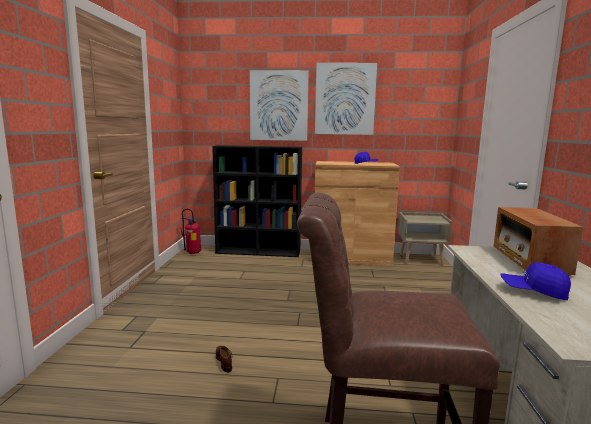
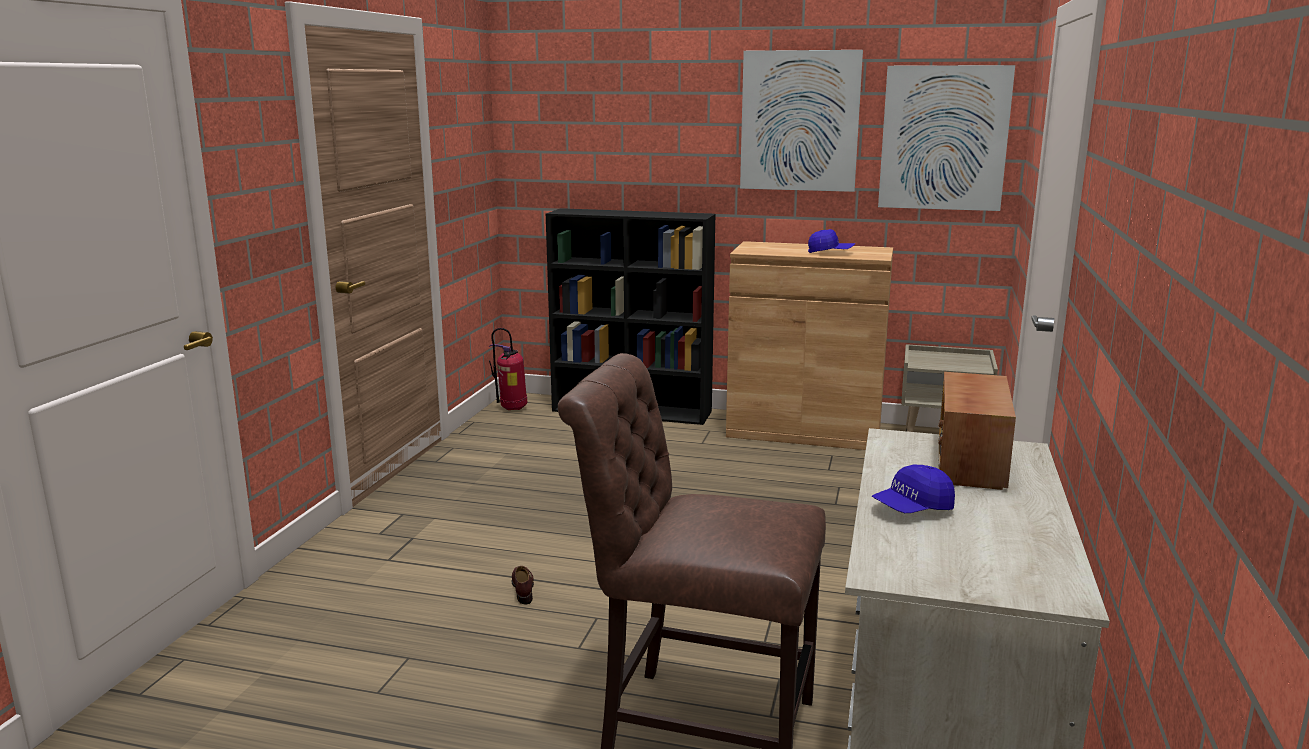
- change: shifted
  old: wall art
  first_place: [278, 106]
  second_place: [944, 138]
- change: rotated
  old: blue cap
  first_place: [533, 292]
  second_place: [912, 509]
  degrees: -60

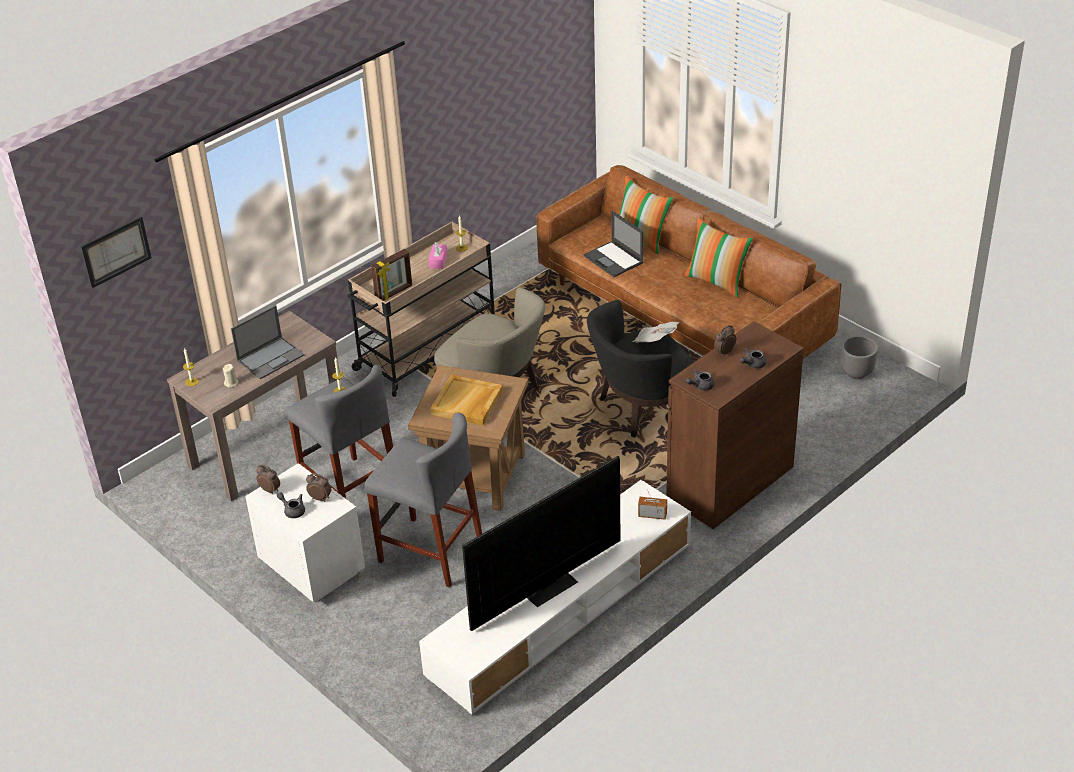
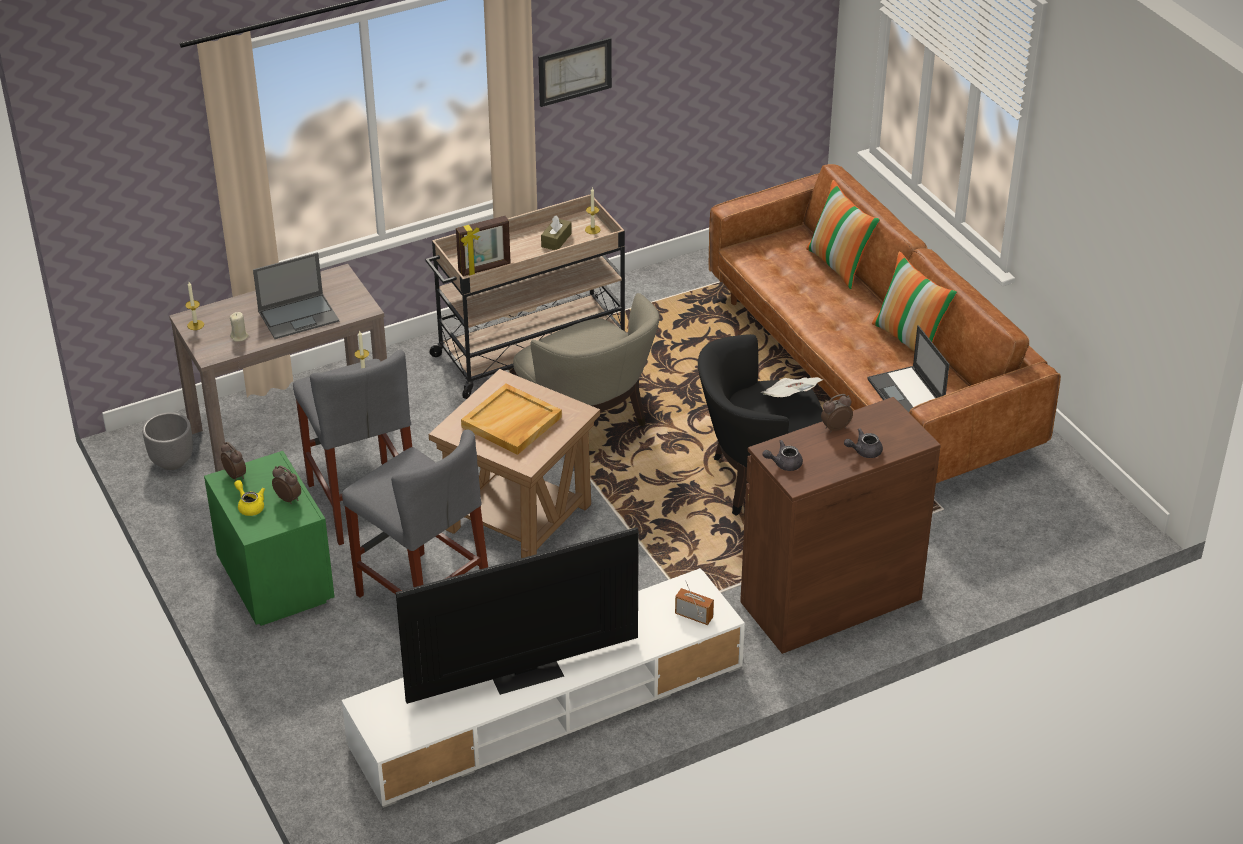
- change: shifted
  old: wall art
  first_place: [115, 251]
  second_place: [574, 71]
- change: shifted
  old: laptop
  first_place: [614, 260]
  second_place: [906, 393]
- change: shifted
  old: grey plant pot
  first_place: [857, 373]
  second_place: [173, 462]
- change: repainted
  old: white-coloured nightstand
  new: greenish nightstand
  first_place: [312, 567]
  second_place: [277, 583]
- change: repainted
  old: grey teapot
  new: yellowish teapot
  first_place: [292, 510]
  second_place: [250, 506]
- change: repainted
  old: pink-coloured box of tissues
  new: brownish box of tissues
  first_place: [438, 261]
  second_place: [556, 240]

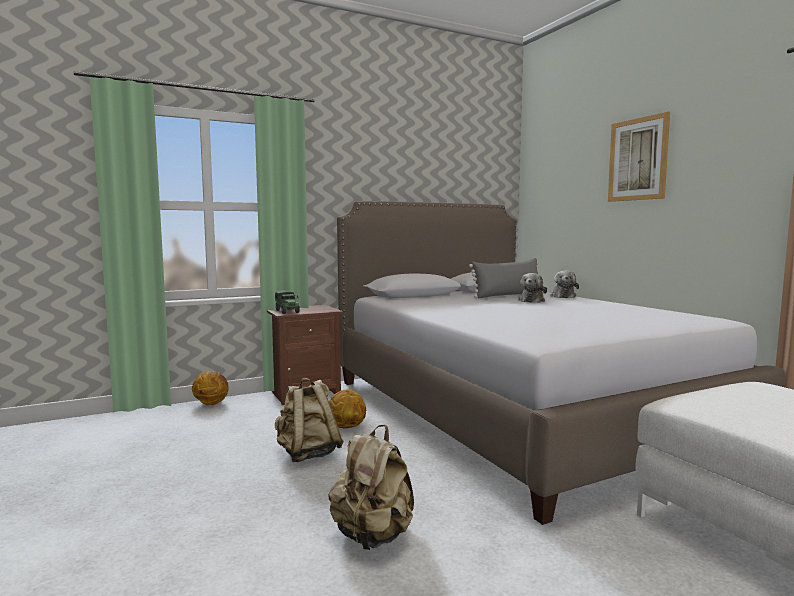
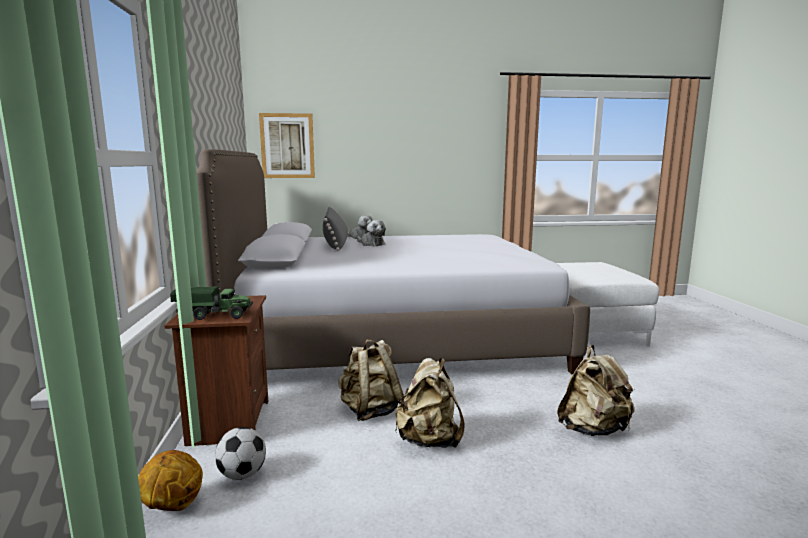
- change: new
  new: football ball
  second_place: [242, 475]
- change: shifted
  old: wall art
  first_place: [637, 159]
  second_place: [287, 146]
- change: swapped
  old: basketball ball
  new: beige rucksack
  first_place: [346, 427]
  second_place: [370, 411]

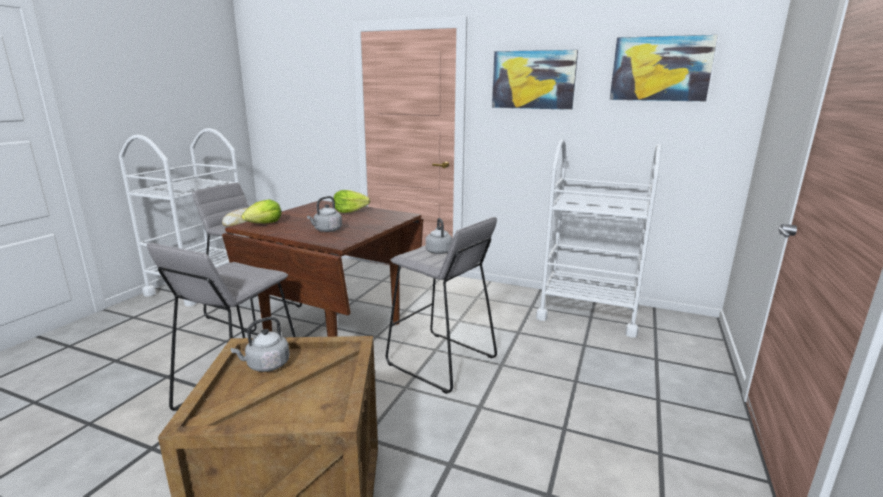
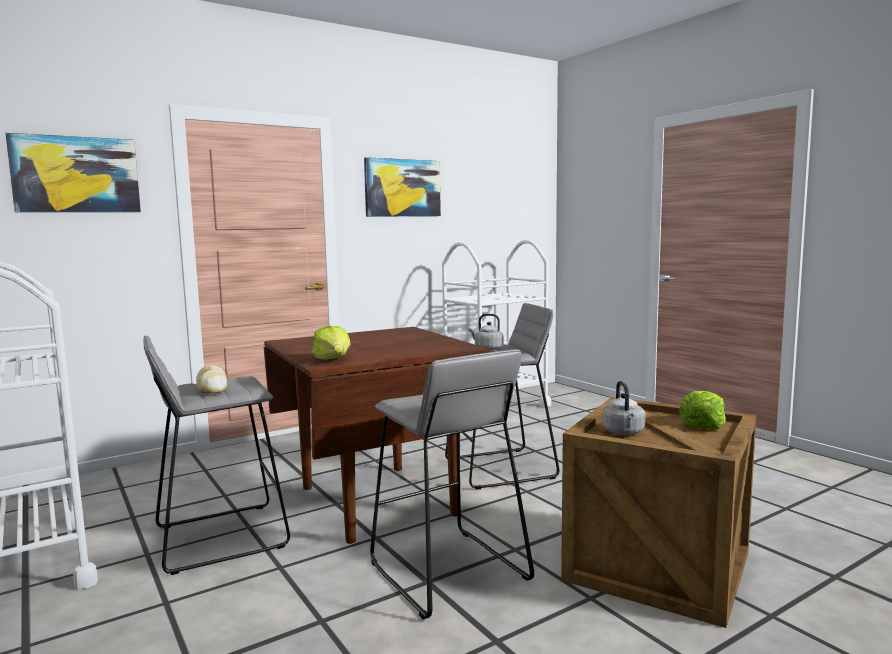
- change: gone
  old: grey kettle
  first_place: [327, 230]
- change: shifted
  old: head of lettuce
  first_place: [350, 211]
  second_place: [702, 425]
- change: shifted
  old: wall art
  first_place: [660, 69]
  second_place: [76, 175]

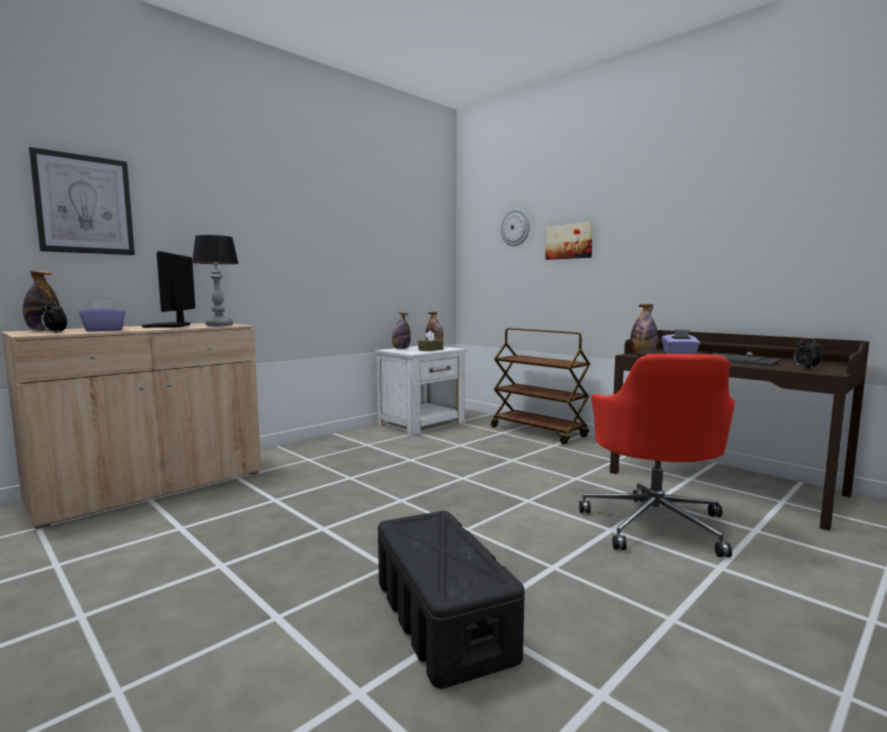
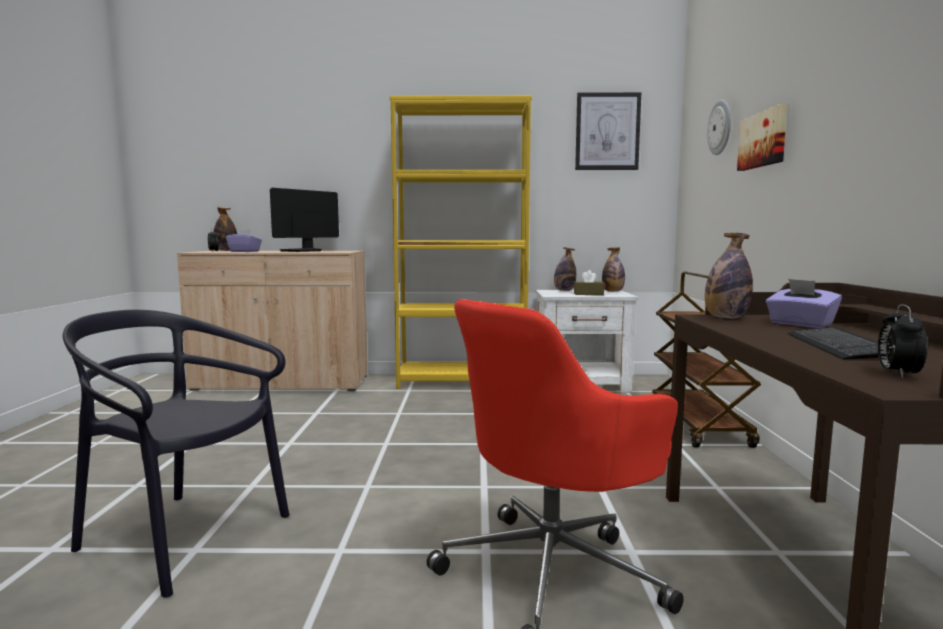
- change: gone
  old: table lamp
  first_place: [219, 325]
- change: new
  new: yellowish shelving unit
  second_place: [462, 382]
- change: shifted
  old: wall art
  first_place: [84, 204]
  second_place: [607, 131]
- change: swapped
  old: black storage bin
  new: black upright chair
  first_place: [442, 618]
  second_place: [183, 537]

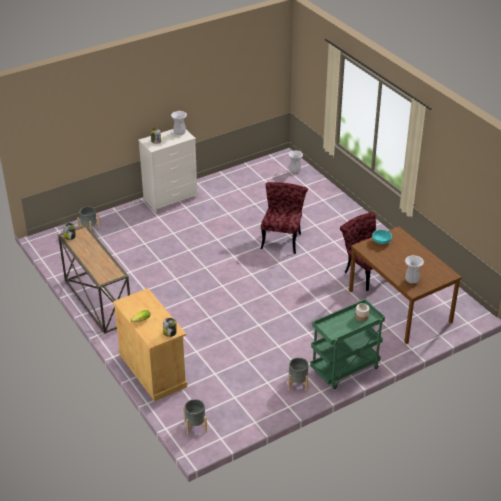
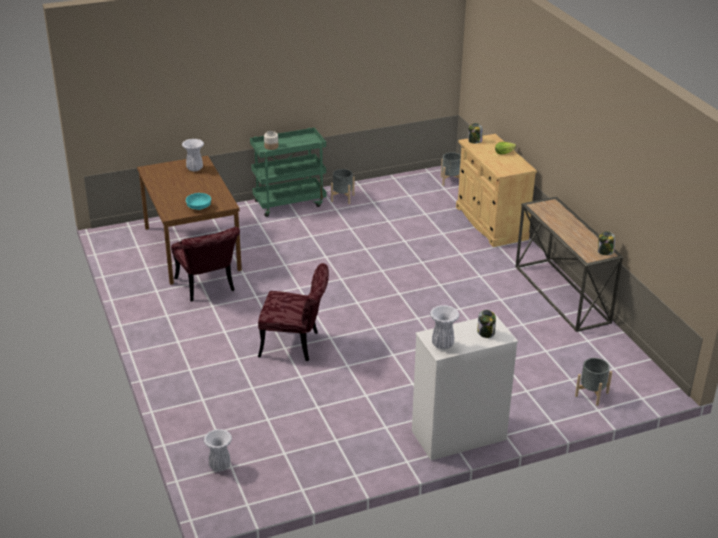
- change: rotated
  old: reddish upright chair
  first_place: [282, 238]
  second_place: [296, 345]
  degrees: -105

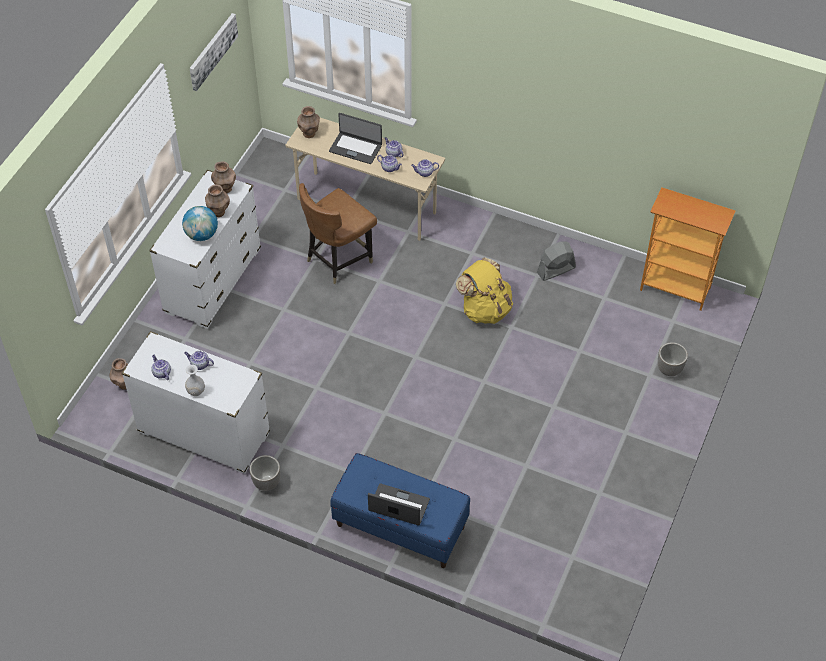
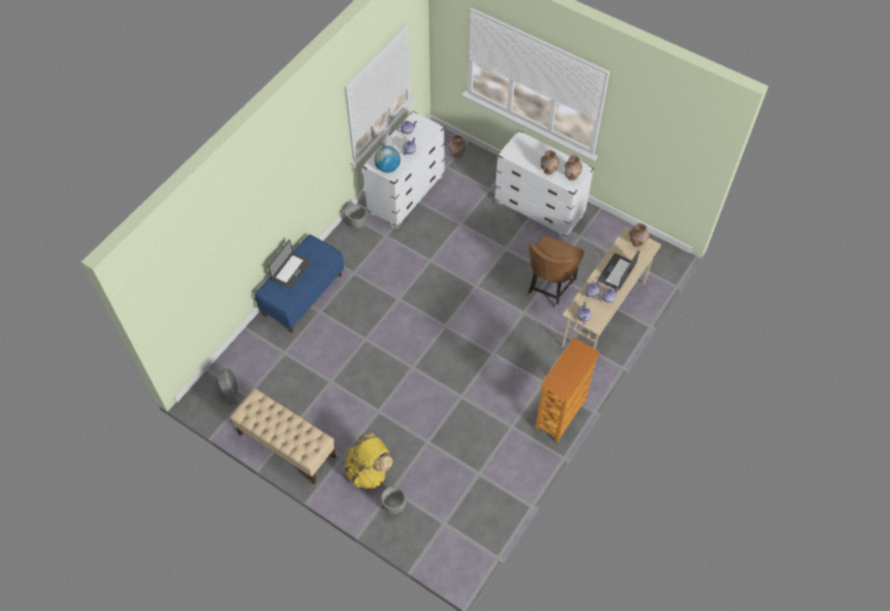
- change: gone
  old: wall art
  first_place: [212, 51]
- change: new
  new: beige long seat
  second_place: [286, 445]
- change: shifted
  old: world globe
  first_place: [202, 235]
  second_place: [387, 167]
- change: shifted
  old: yellowish rucksack
  first_place: [485, 309]
  second_place: [368, 471]
- change: shifted
  old: grey electric fan
  first_place: [555, 270]
  second_place: [230, 391]
- change: shifted
  old: shelving unit
  first_place: [675, 288]
  second_place: [560, 416]
- change: rotated
  old: brownish upright chair
  first_place: [338, 259]
  second_place: [549, 288]
  degrees: -120

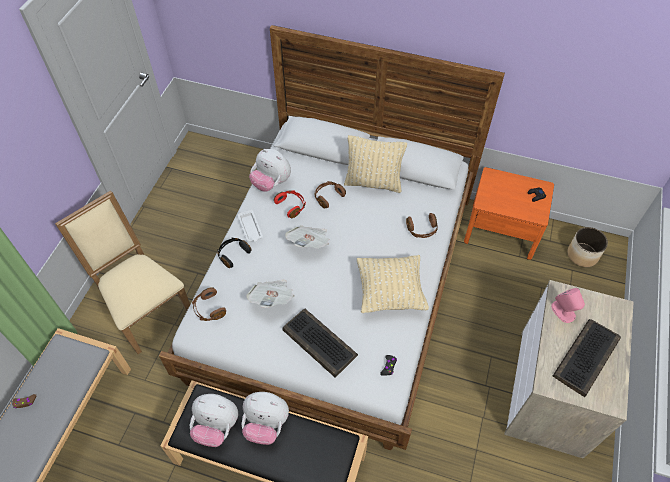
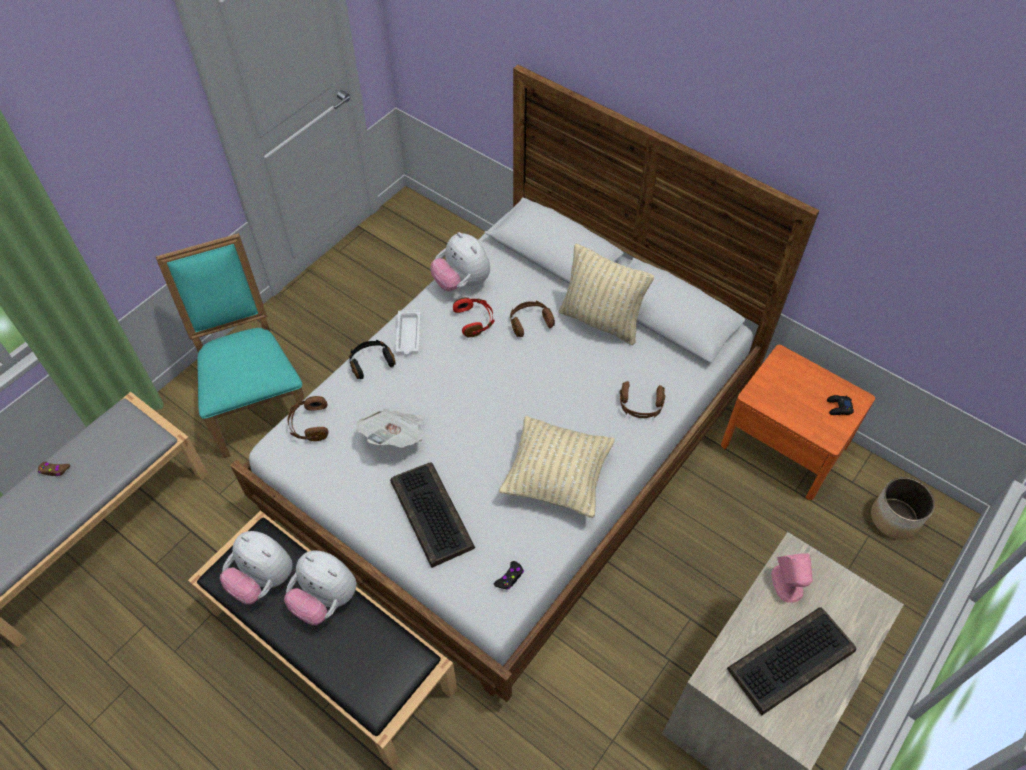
- change: gone
  old: printed paper
  first_place: [309, 243]
- change: repainted
  old: beige upright chair
  new: blue-green upright chair
  first_place: [145, 308]
  second_place: [257, 402]

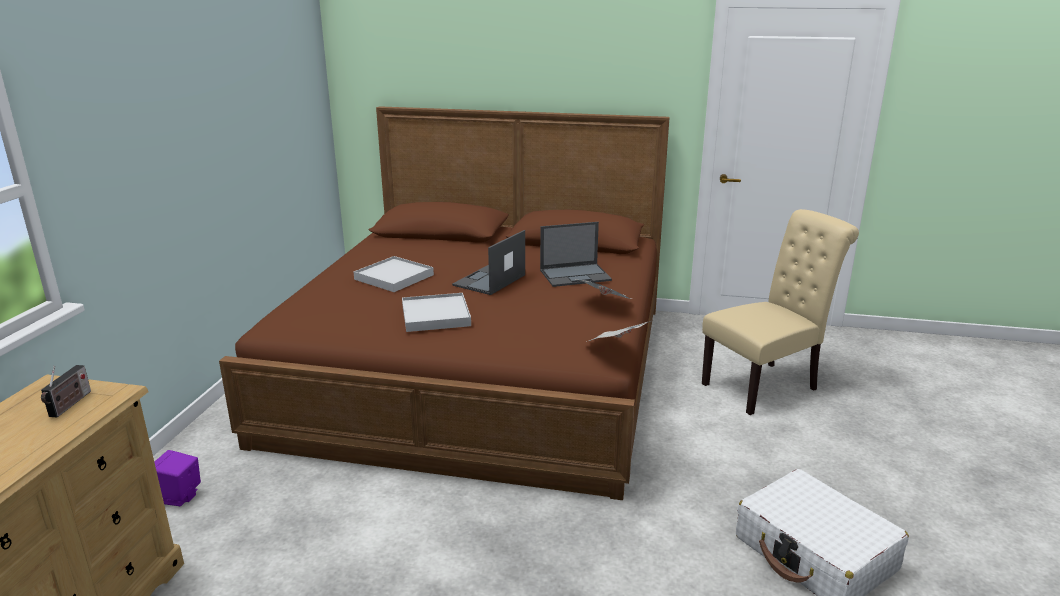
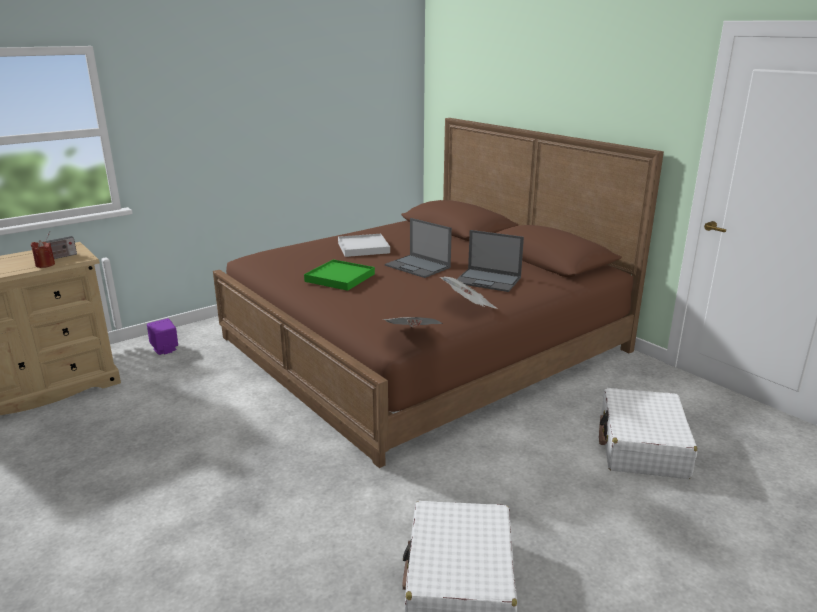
- change: new
  new: reddish wax light
  second_place: [45, 265]
- change: swapped
  old: beige upright chair
  new: white-coloured suitcase
  first_place: [765, 385]
  second_place: [642, 446]
- change: repainted
  old: white-coloured carrying tray
  new: greenish carrying tray
  first_place: [436, 315]
  second_place: [340, 278]
- change: rotated
  old: laptop
  first_place: [489, 280]
  second_place: [418, 266]
  degrees: -120

